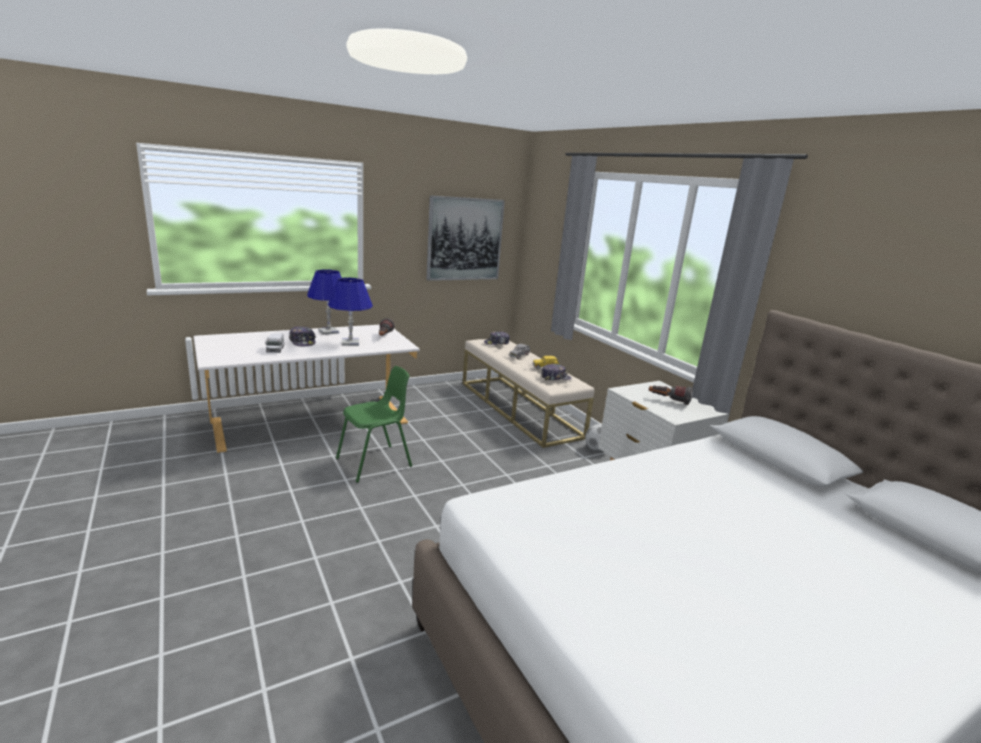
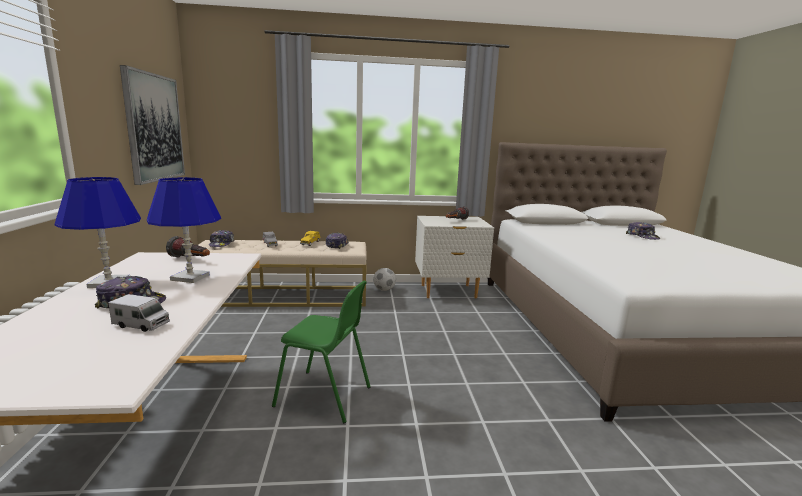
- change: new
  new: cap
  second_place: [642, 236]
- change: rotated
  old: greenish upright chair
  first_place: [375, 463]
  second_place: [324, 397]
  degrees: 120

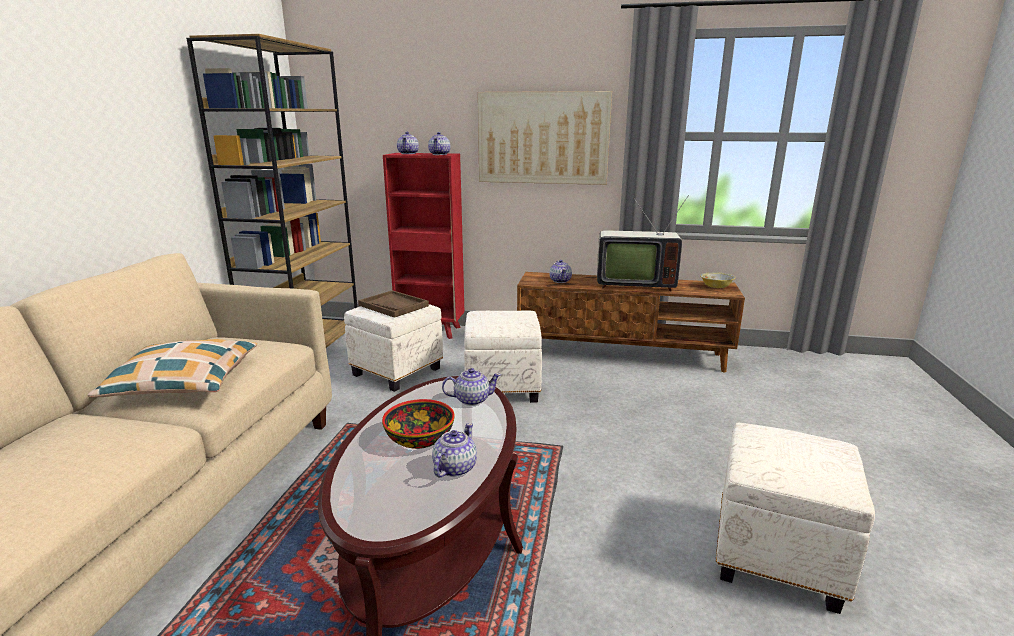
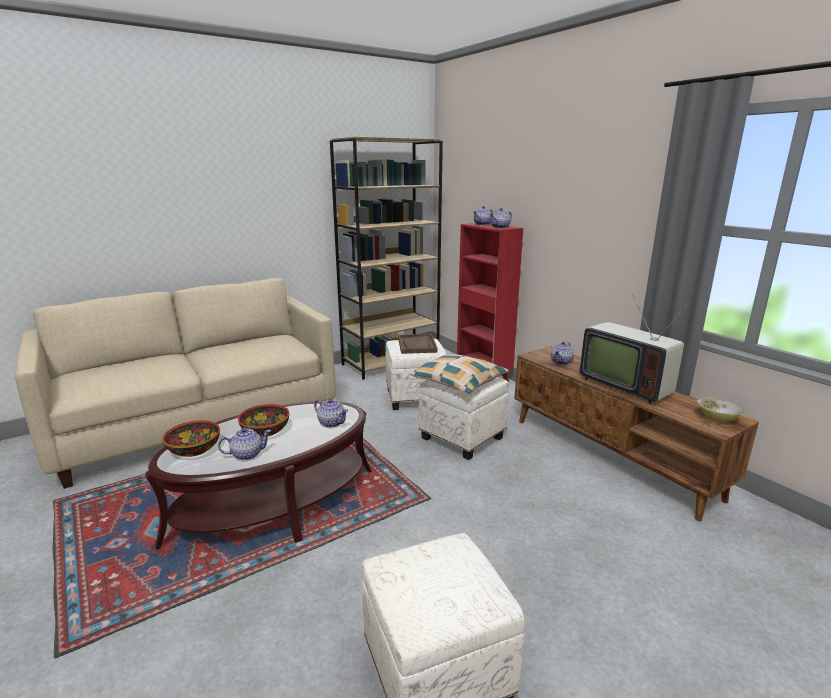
- change: gone
  old: wall art
  first_place: [543, 138]
- change: new
  new: deep dish
  second_place: [195, 450]
- change: shifted
  old: throw pillow
  first_place: [184, 381]
  second_place: [459, 381]

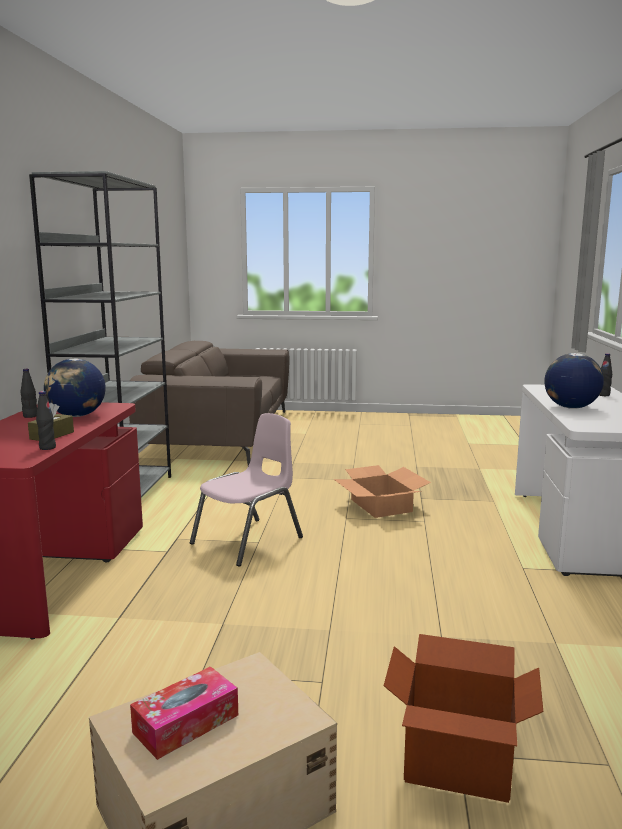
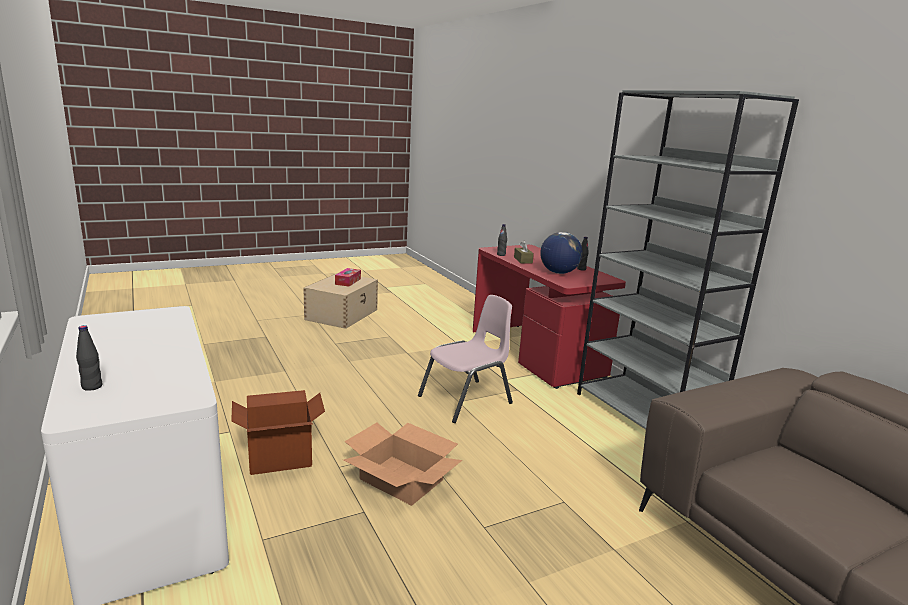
- change: gone
  old: world globe
  first_place: [570, 407]
- change: shifted
  old: cardboard box
  first_place: [458, 767]
  second_place: [280, 458]
- change: rotated
  old: pink-coloured upright chair
  first_place: [248, 541]
  second_place: [466, 400]
  degrees: -135

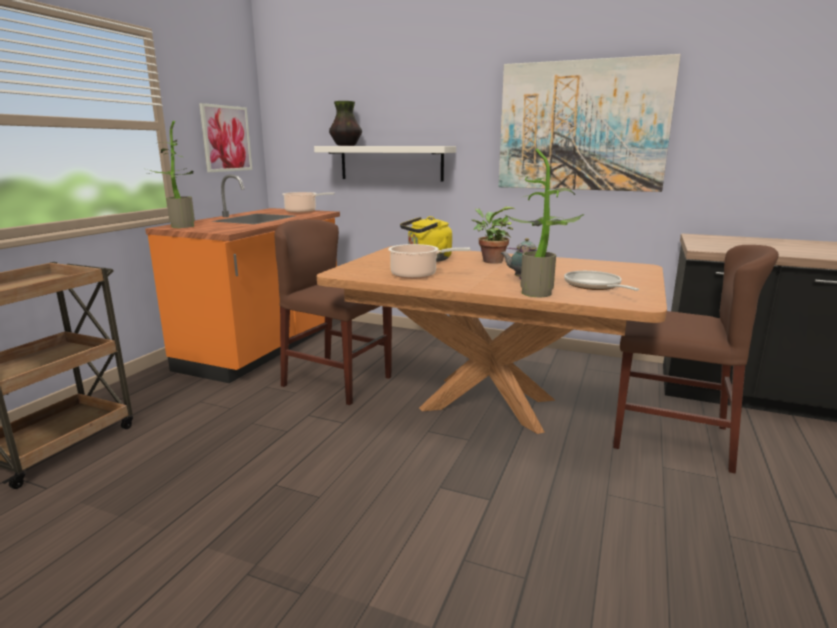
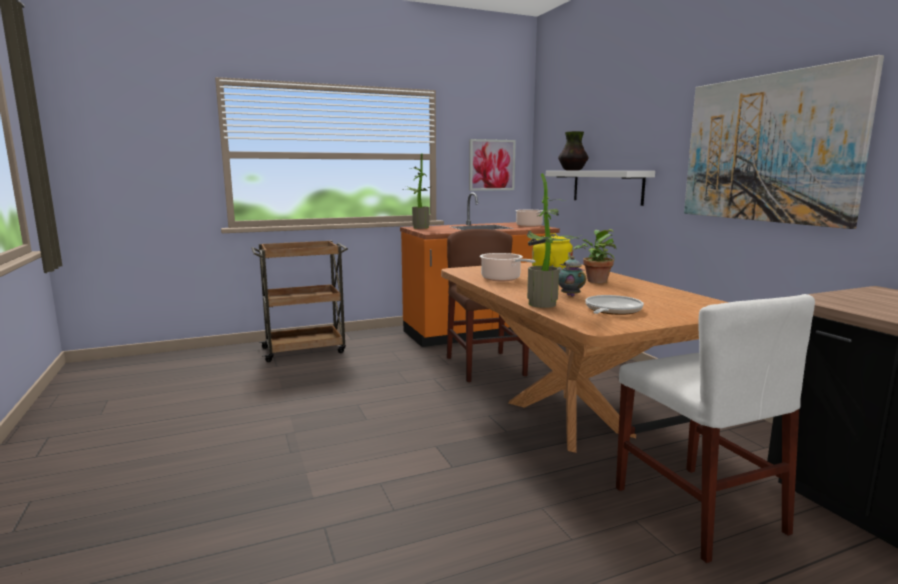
- change: repainted
  old: brownish upright chair
  new: white-coloured upright chair
  first_place: [670, 437]
  second_place: [697, 509]

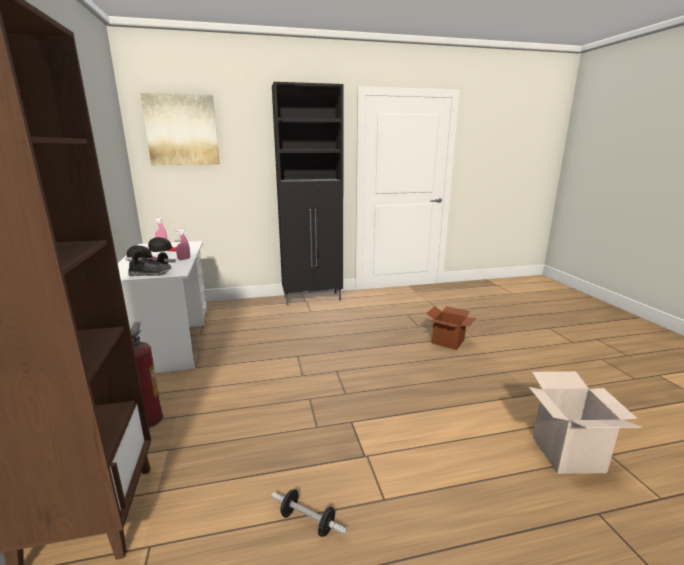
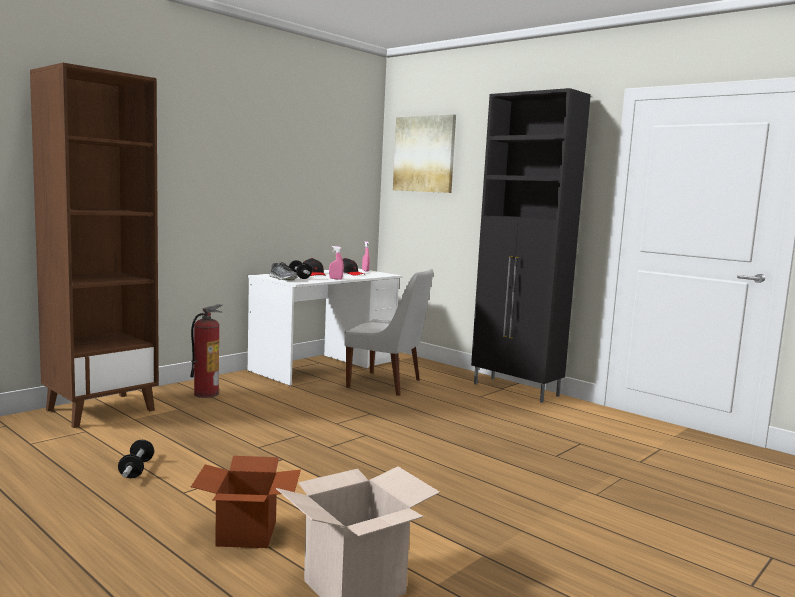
- change: new
  new: white-coloured upright chair
  second_place: [387, 384]
- change: shifted
  old: cardboard box
  first_place: [447, 341]
  second_place: [246, 533]

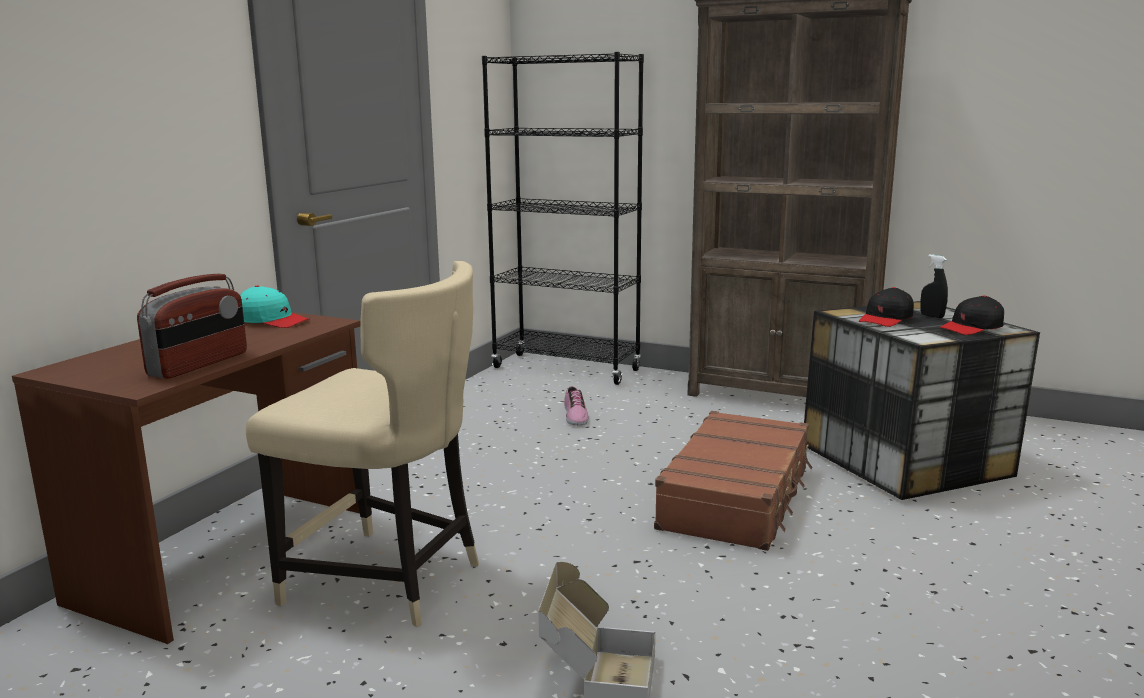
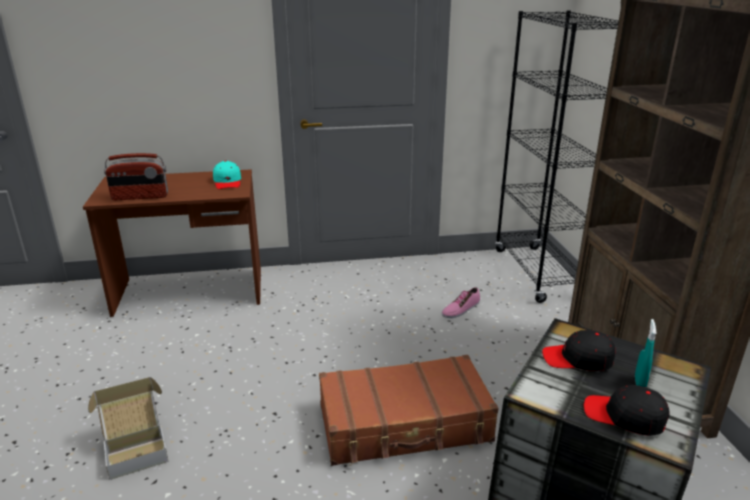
- change: gone
  old: beige upright chair
  first_place: [388, 581]
- change: repainted
  old: black hand sprayer
  new: blue-green hand sprayer
  first_place: [932, 316]
  second_place: [639, 383]

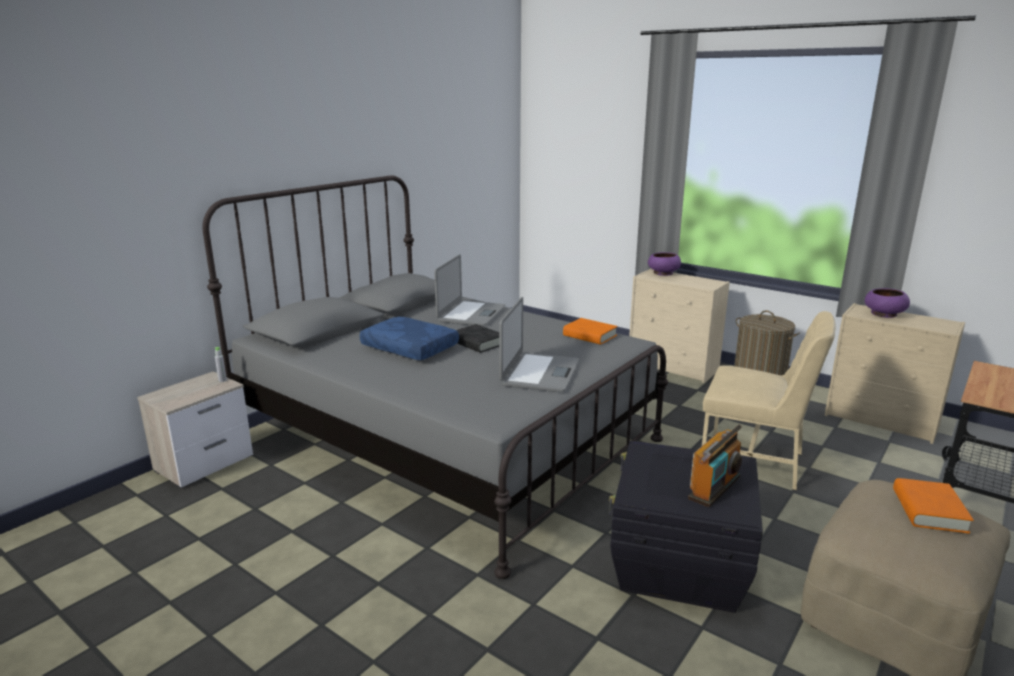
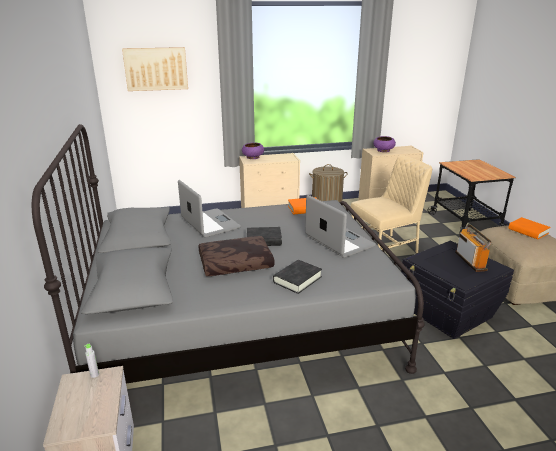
- change: new
  new: wall art
  second_place: [156, 69]
- change: new
  new: black bound book
  second_place: [297, 279]
- change: repainted
  old: blue throw pillow
  new: brownish throw pillow
  first_place: [408, 348]
  second_place: [235, 264]

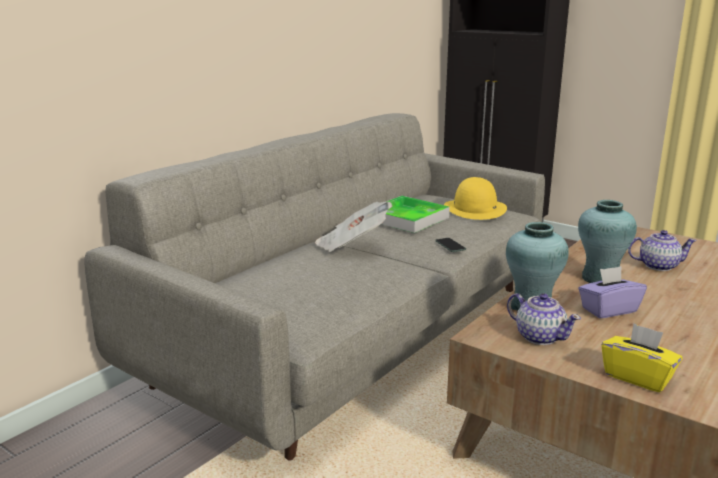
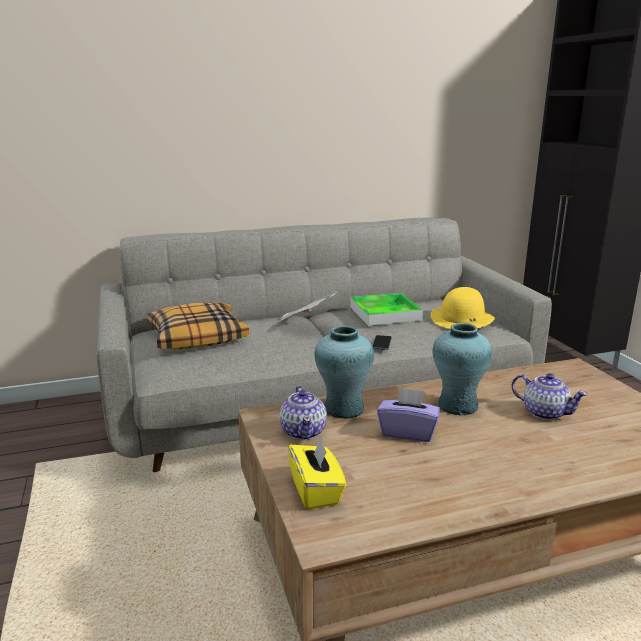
- change: new
  new: throw pillow
  second_place: [197, 337]

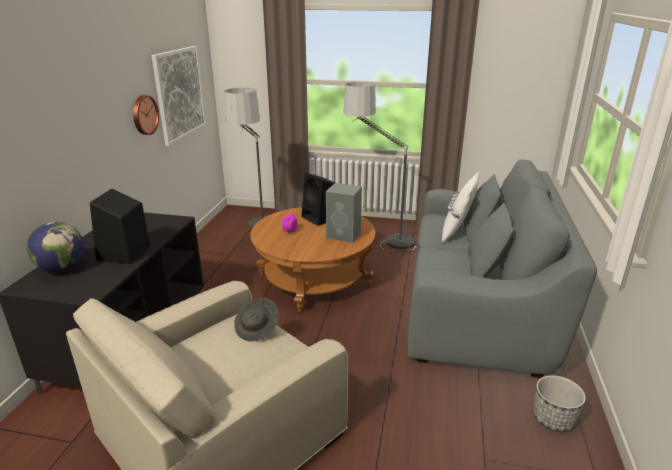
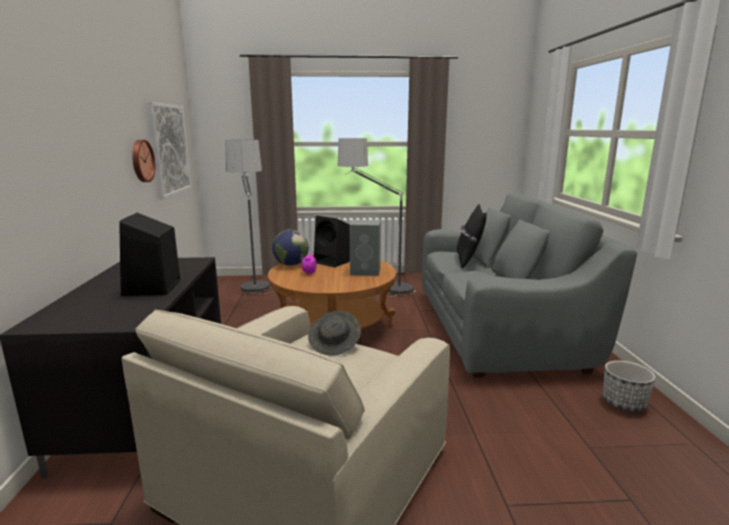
- change: shifted
  old: world globe
  first_place: [62, 268]
  second_place: [291, 264]
- change: repainted
  old: white-coloured throw pillow
  new: black throw pillow
  first_place: [457, 232]
  second_place: [469, 260]

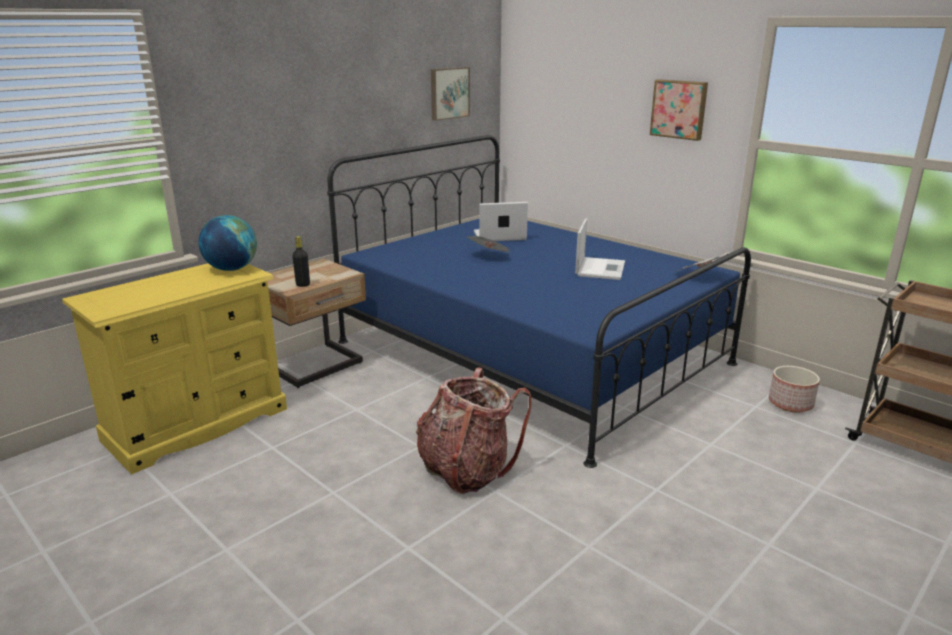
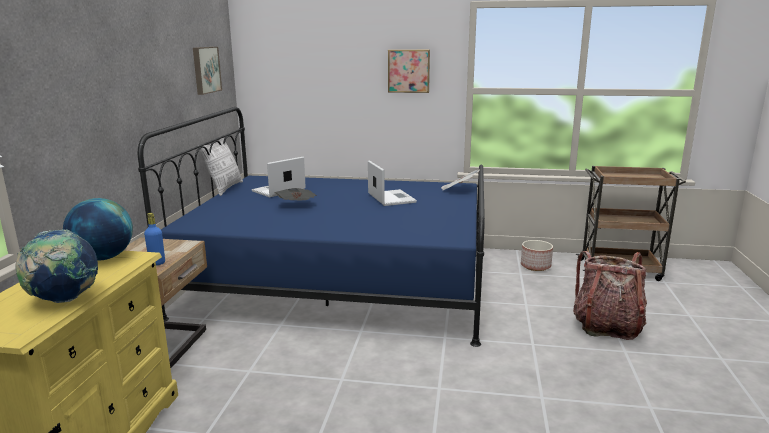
- change: new
  new: world globe
  second_place: [64, 300]
- change: new
  new: throw pillow
  second_place: [224, 188]
- change: shifted
  old: rucksack
  first_place: [467, 470]
  second_place: [606, 326]
- change: repainted
  old: black bottle
  new: blue bottle
  first_place: [303, 284]
  second_place: [157, 263]

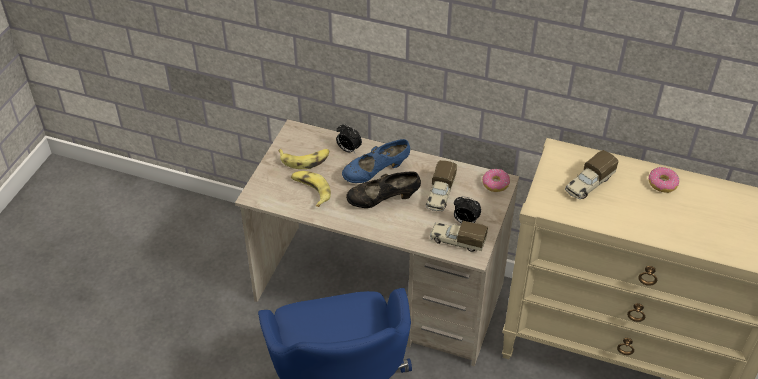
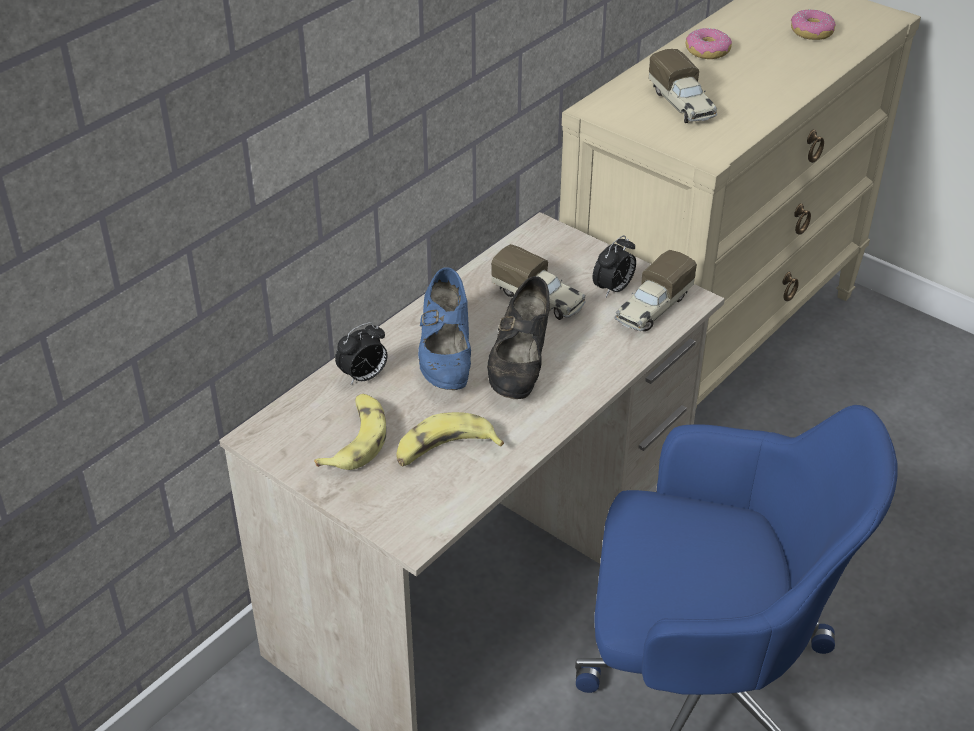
- change: shifted
  old: donut
  first_place: [495, 184]
  second_place: [811, 32]

